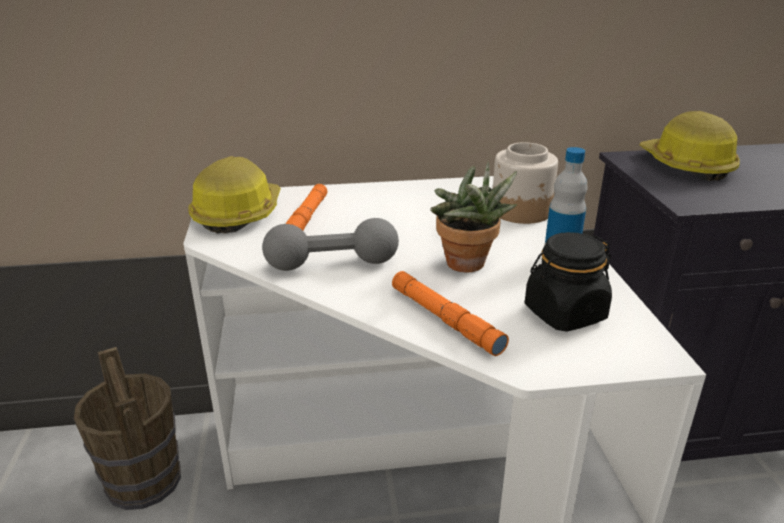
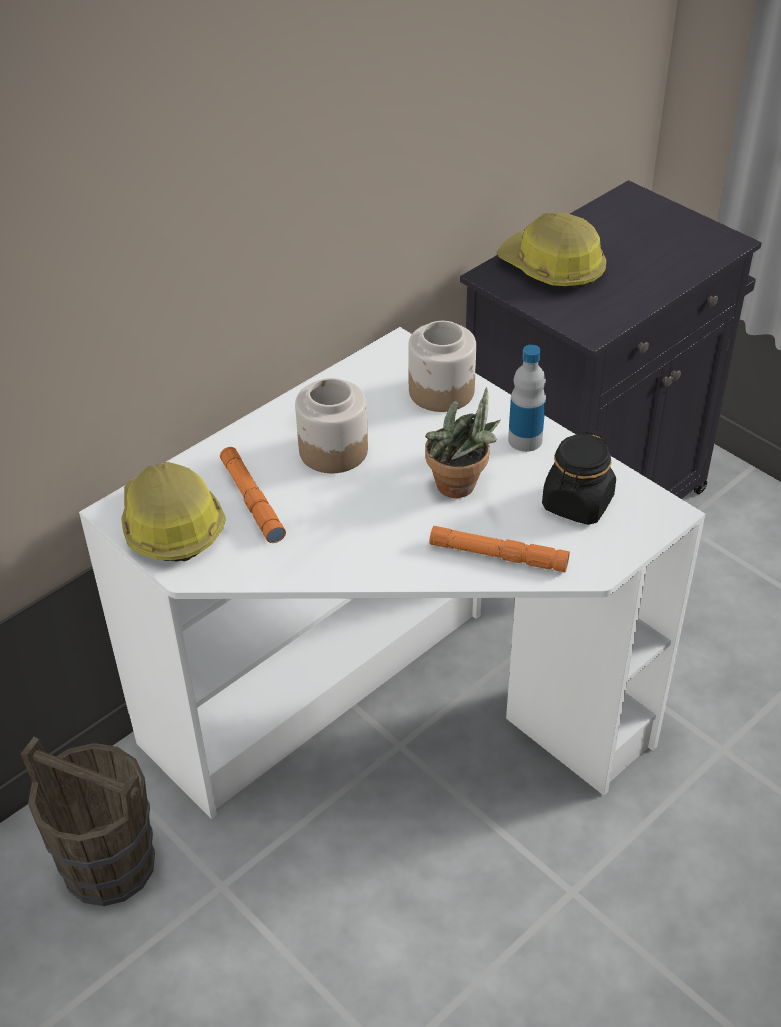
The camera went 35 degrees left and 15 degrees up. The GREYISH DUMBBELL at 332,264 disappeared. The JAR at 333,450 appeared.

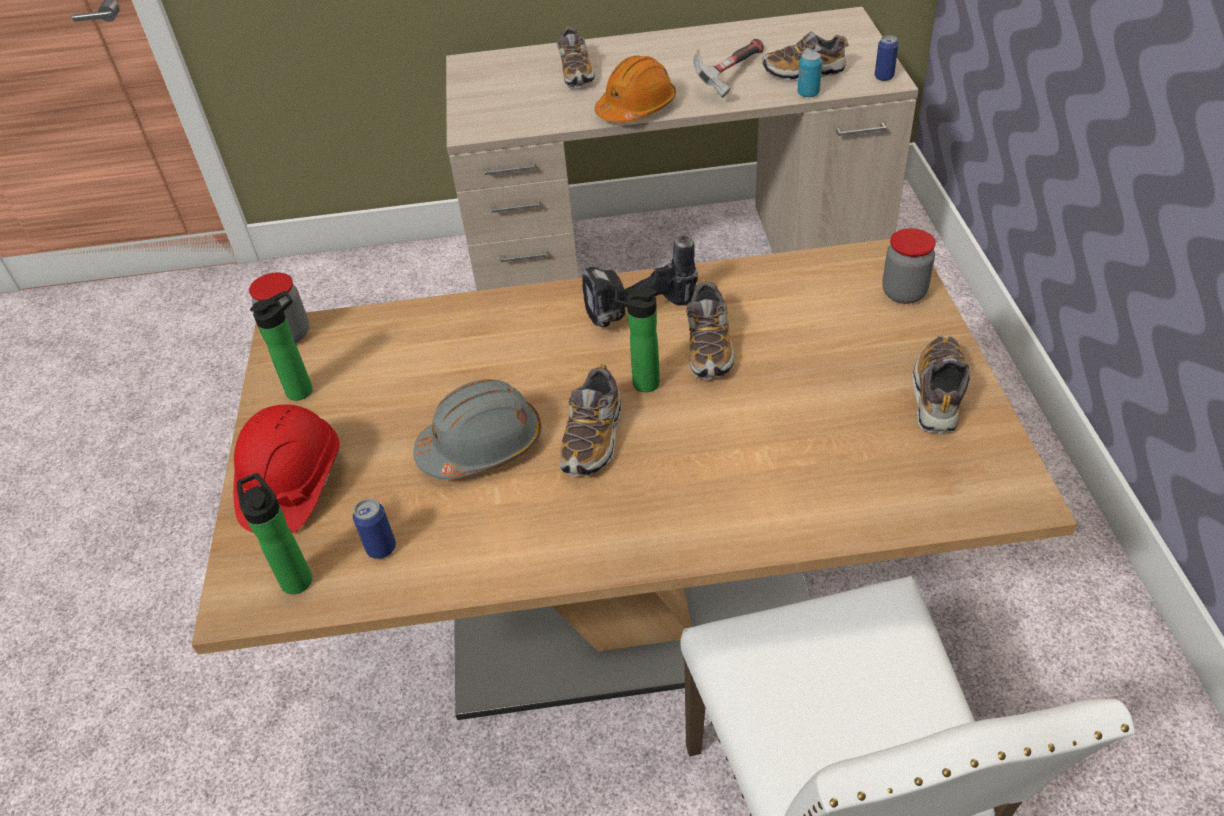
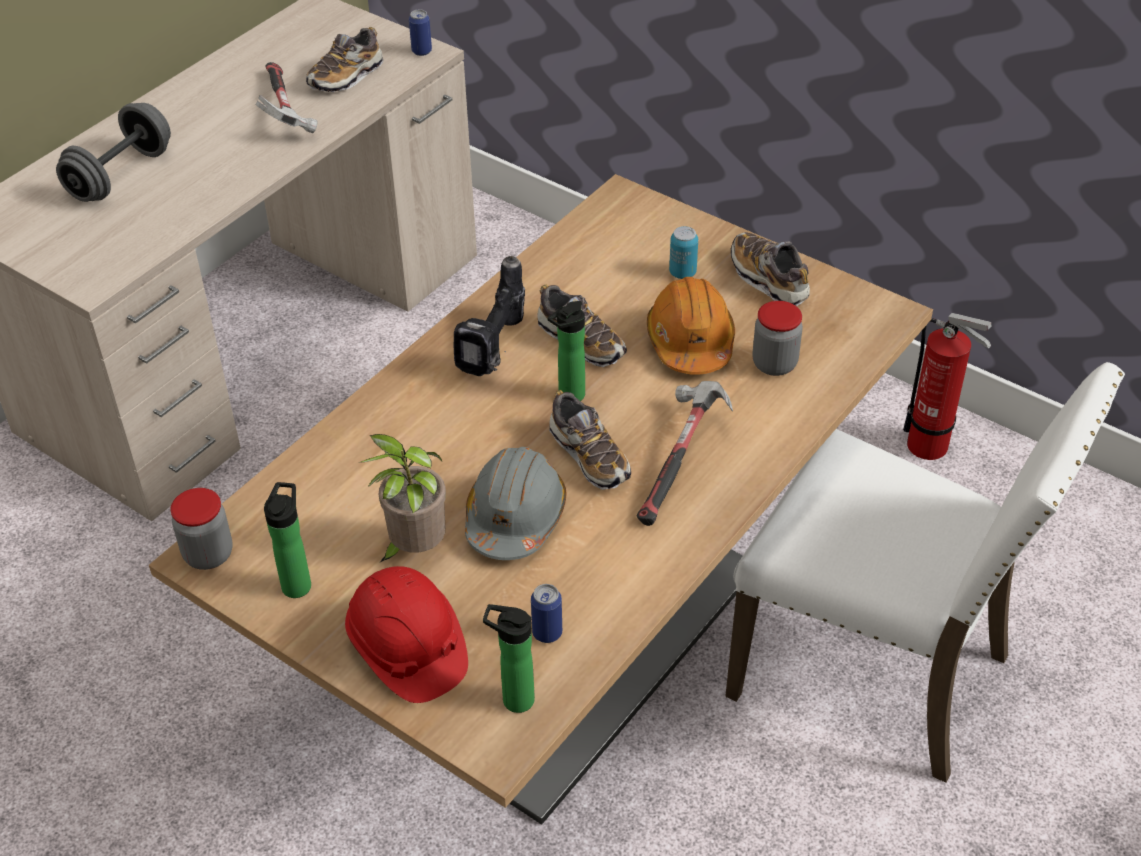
The camera went 50 degrees left and 0 degrees up. The SHOE at 576,73 was replaced by the GREYISH DUMBBELL at 120,175. The CAN moved from 808,94 to 682,273. The ORANGE HARD HAT moved from 636,108 to 690,341. The JAR moved from 904,293 to 774,364. The EXTINGUISHER at 932,447 appeared. The HAMMER at 680,461 appeared. The PLANT IN A POT at 414,549 appeared.

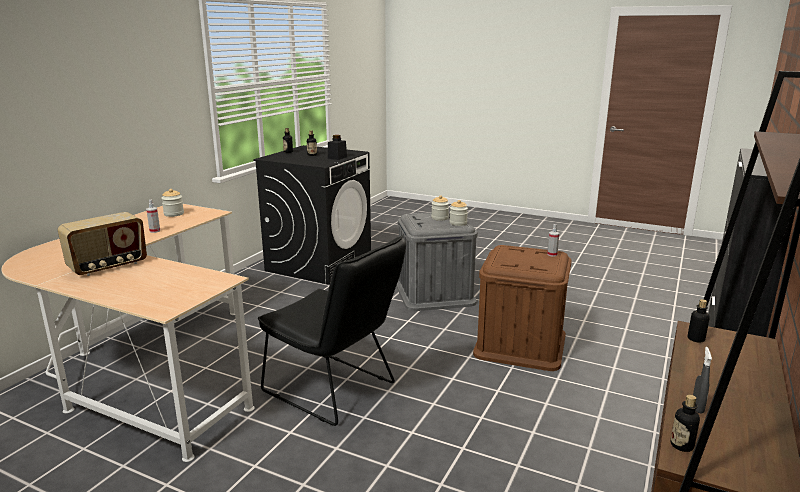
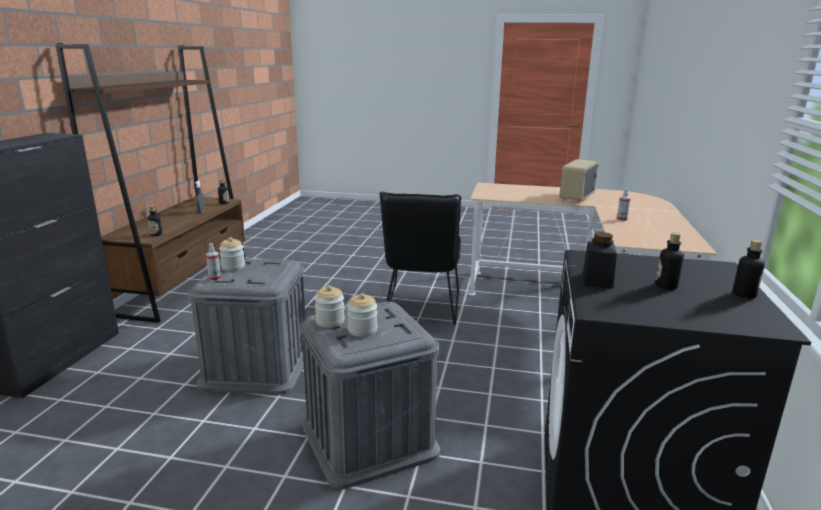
The camera went 165 degrees right and 0 degrees up. The JAR moved from 174,214 to 233,267. The BLACKISH CHAIR at 335,390 turned 105 degrees counterclockwise. The BROWN-COLOURED STORAGE BIN at 520,344 became the GREYISH STORAGE BIN at 257,366.

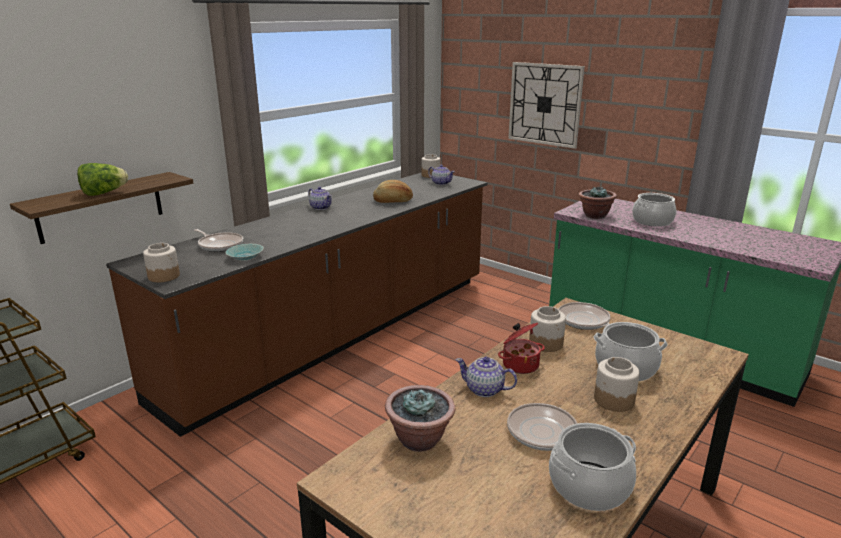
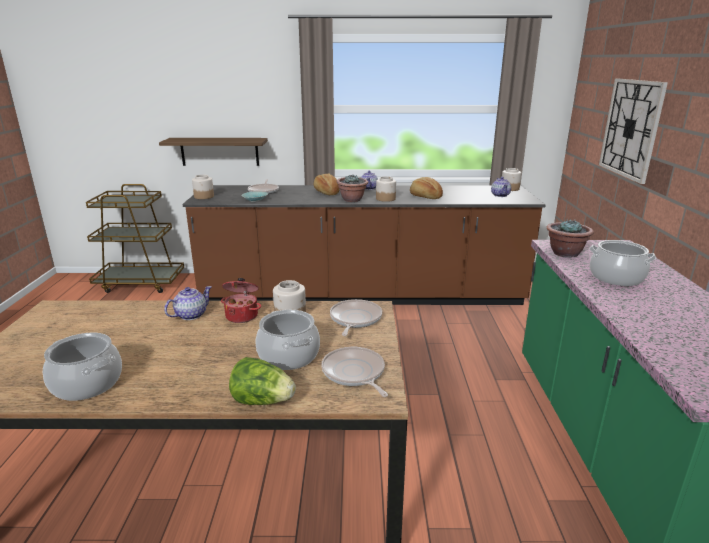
The camera went 50 degrees right and 0 degrees up. The LETTUCE moved from 104,193 to 262,401. The POT FOR TEA at 485,390 turned 60 degrees clockwise. The JAR moved from 613,400 to 385,199. The PLANT IN A POT moved from 420,439 to 352,200. The SKILLET moved from 546,433 to 354,373. The BREAD at 326,192 appeared.

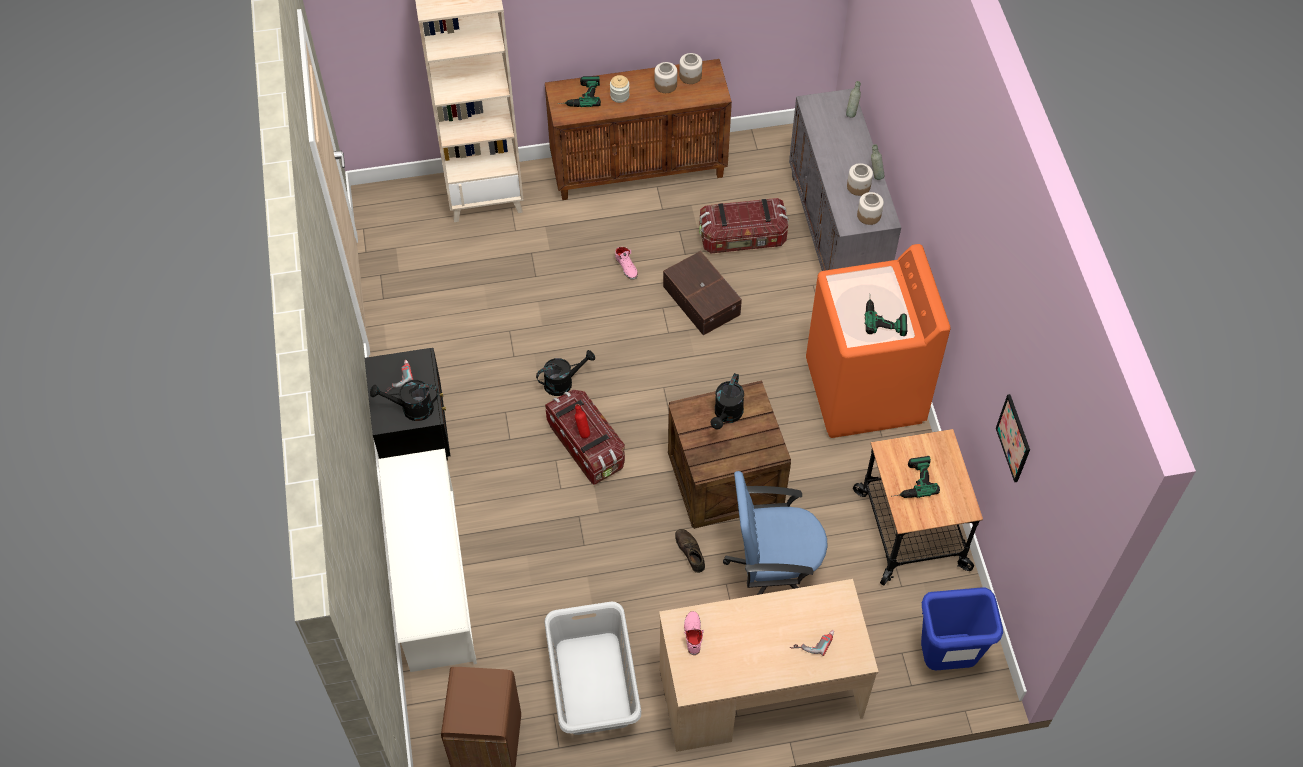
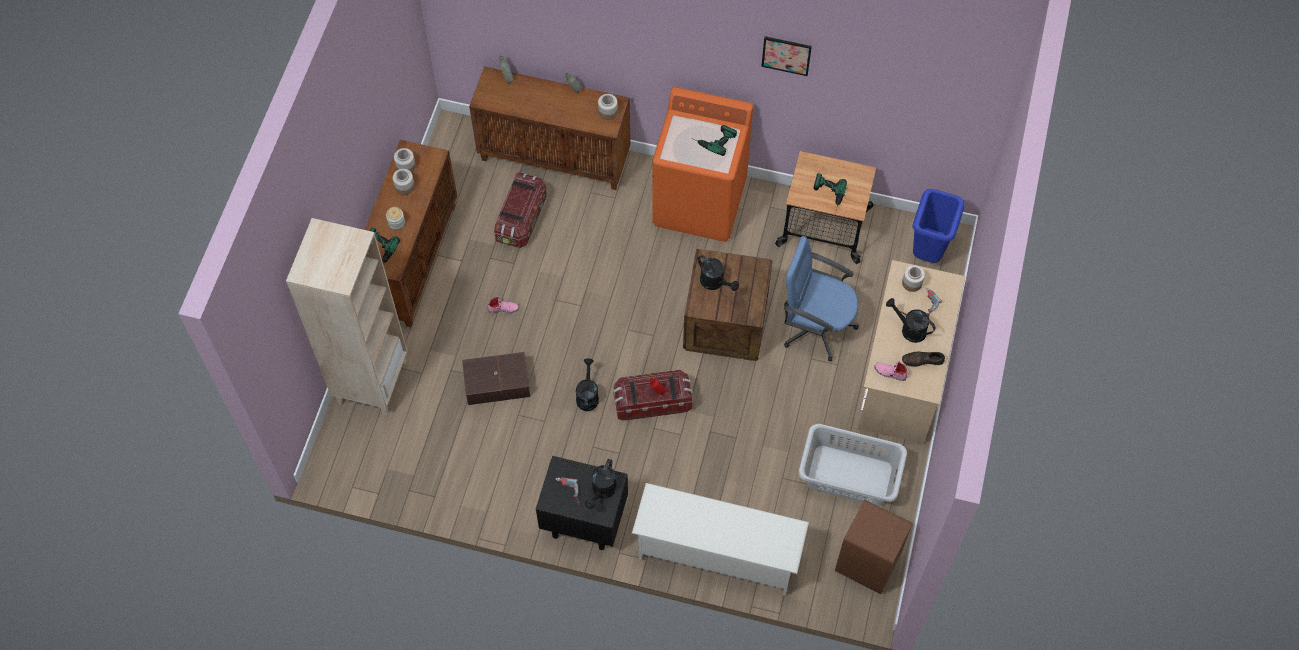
The camera went 65 degrees left and 5 degrees up. The GREYISH CUPBOARD at 836,236 became the BROWN-COLOURED CUPBOARD at 555,157. The JAR moved from 859,186 to 912,283. The BROWN-COLOURED STORAGE BIN moved from 702,299 to 496,382. The PICTURE moved from 1013,438 to 786,55. The BLUISH DESK CHAIR at 772,572 turned 90 degrees clockwise. The BROWN-COLOURED SHOE moved from 690,552 to 922,360. The BLACKISH WATERING POT at 909,329 appeared.

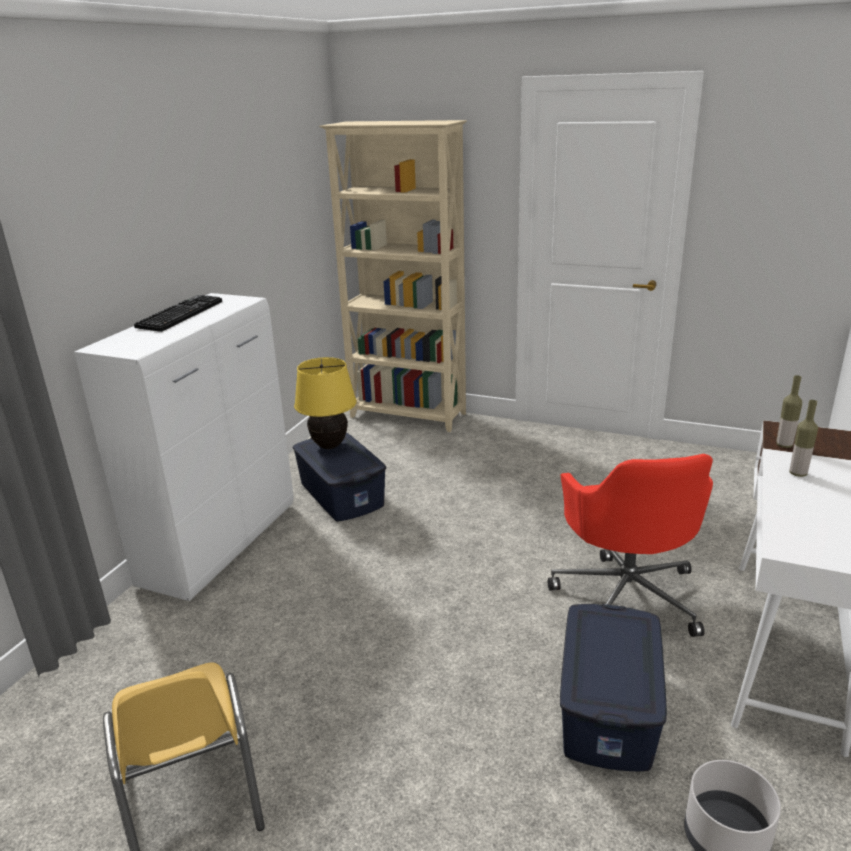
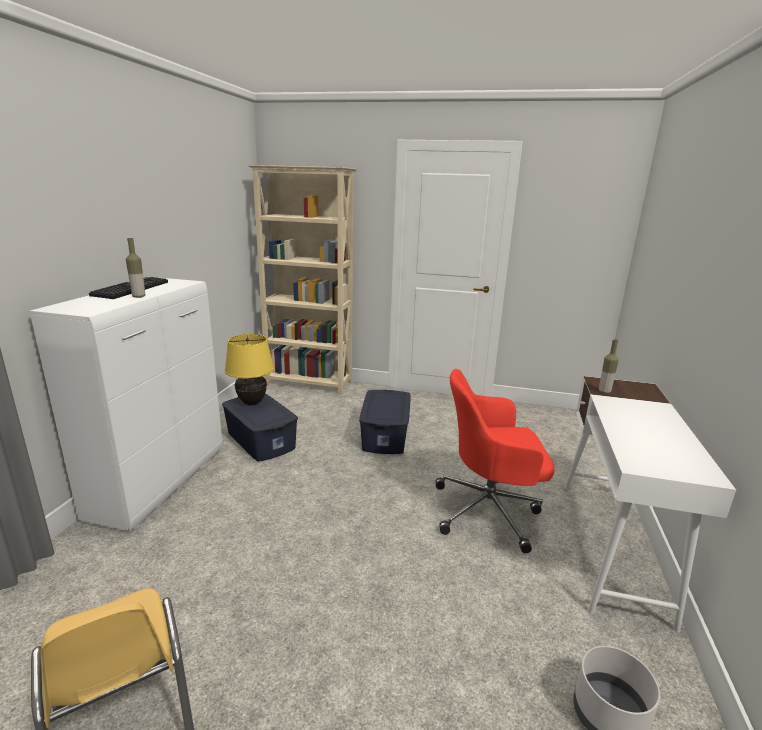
The camera went 10 degrees left and 5 degrees down. The BEVERAGE BOTTLE moved from 798,473 to 139,296. The RED DESK CHAIR at 627,595 turned 105 degrees clockwise. The BLUISH STORAGE BIN moved from 609,708 to 385,435.

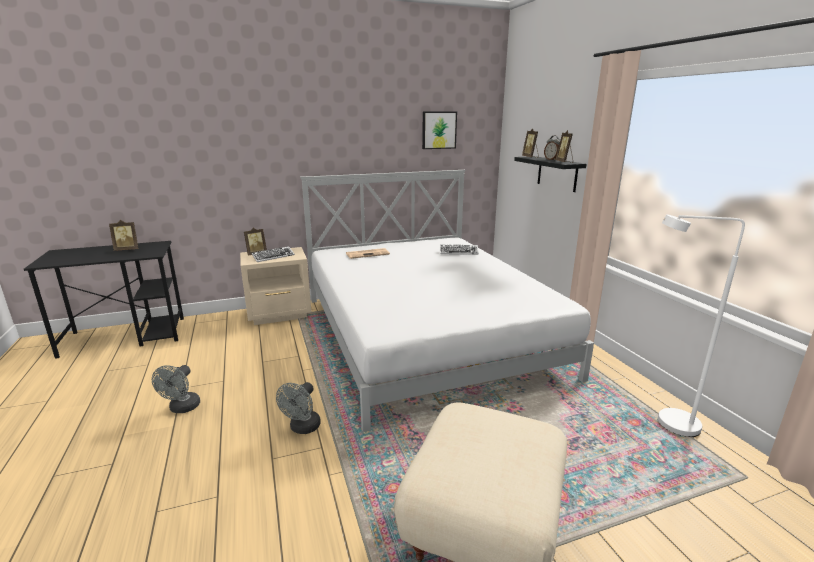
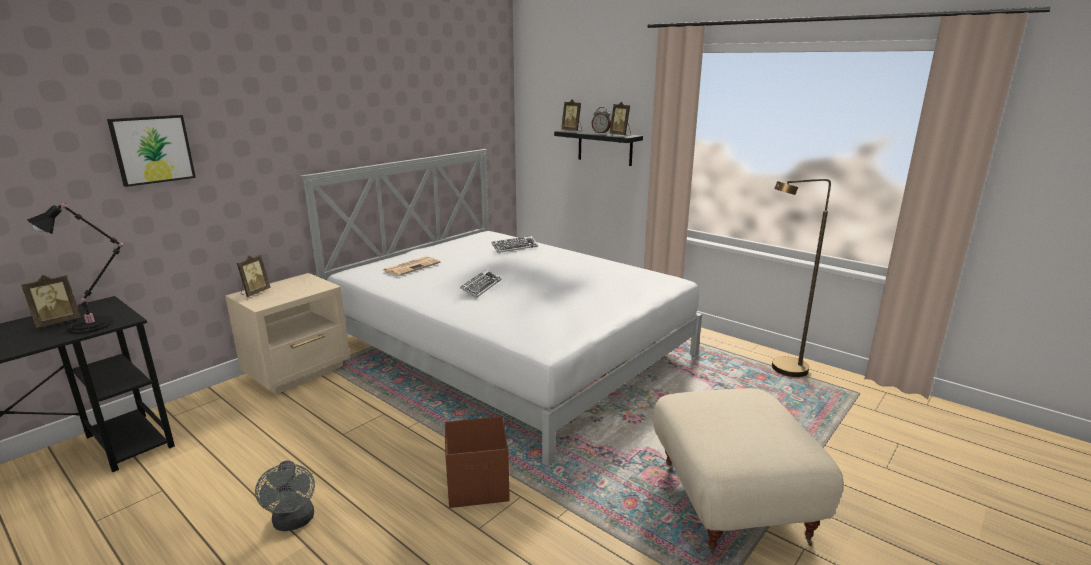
The camera went 30 degrees left and 0 degrees up. The PICTURE moved from 438,130 to 152,149. The WHITISH STANDING LAMP at 667,424 became the BROWN-COLOURED STANDING LAMP at 782,371. The PC KEYBOARD moved from 273,256 to 481,287. The GREYISH ELECTRIC FAN at 302,428 was replaced by the BROWN-COLOURED STORAGE BIN at 479,486. The BLACKISH TABLE LAMP at 95,324 appeared.

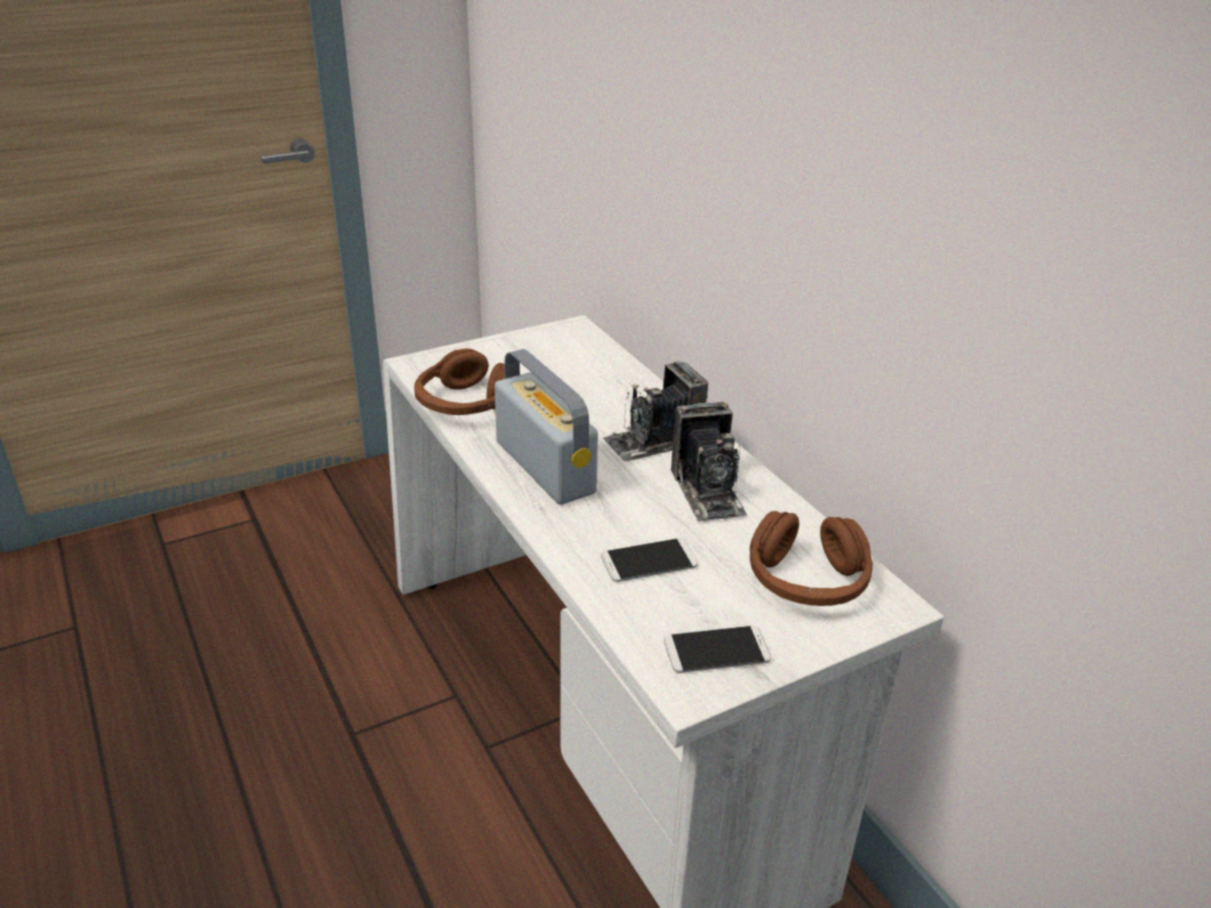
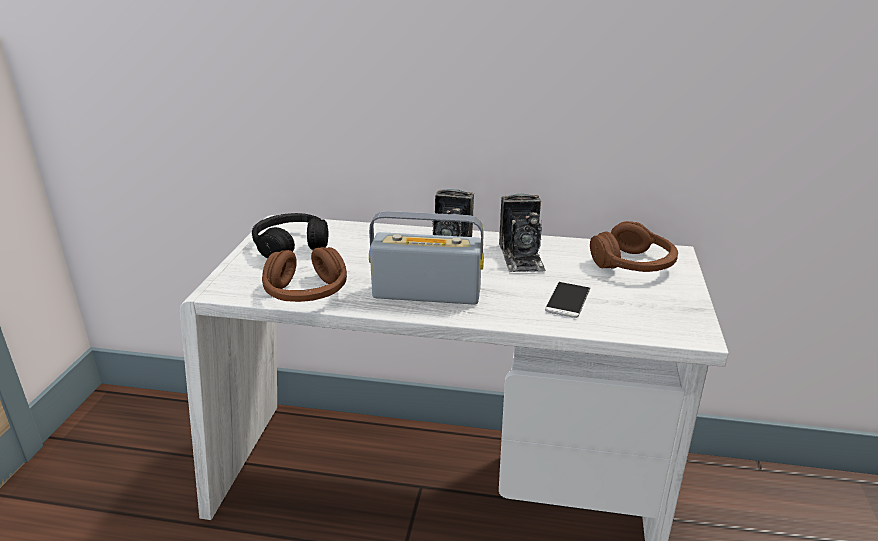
The camera went 50 degrees left and 5 degrees down. The STILL CAMERA at 708,492 turned 60 degrees clockwise. The TELEPHONE at 716,650 disappeared. The BLACKISH HEADSET at 291,245 appeared.

